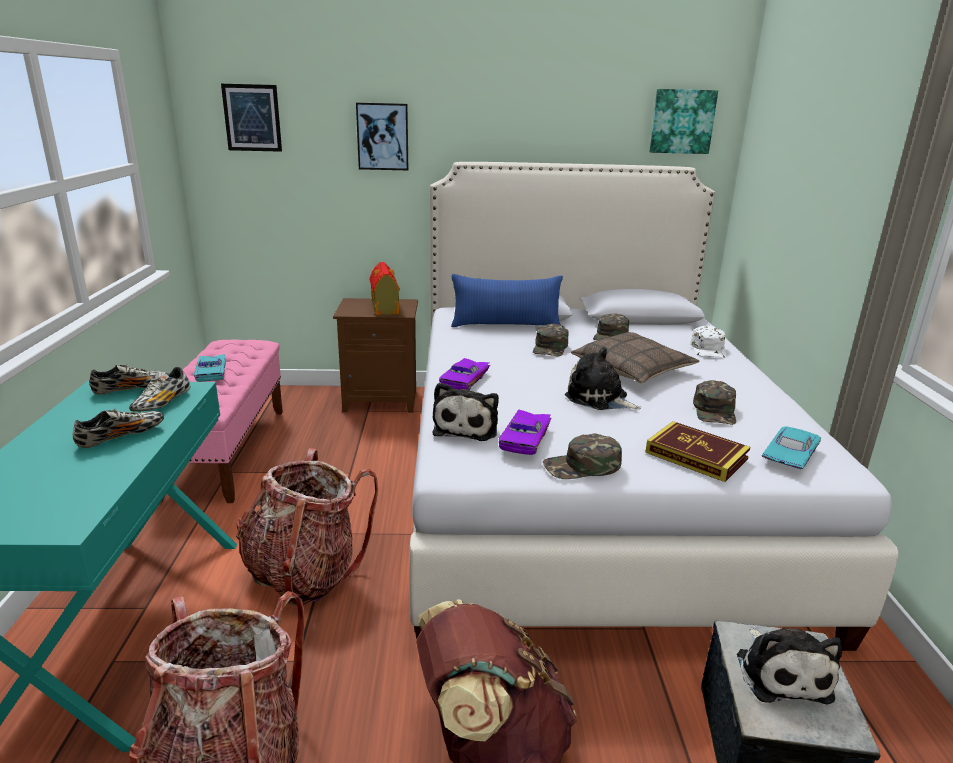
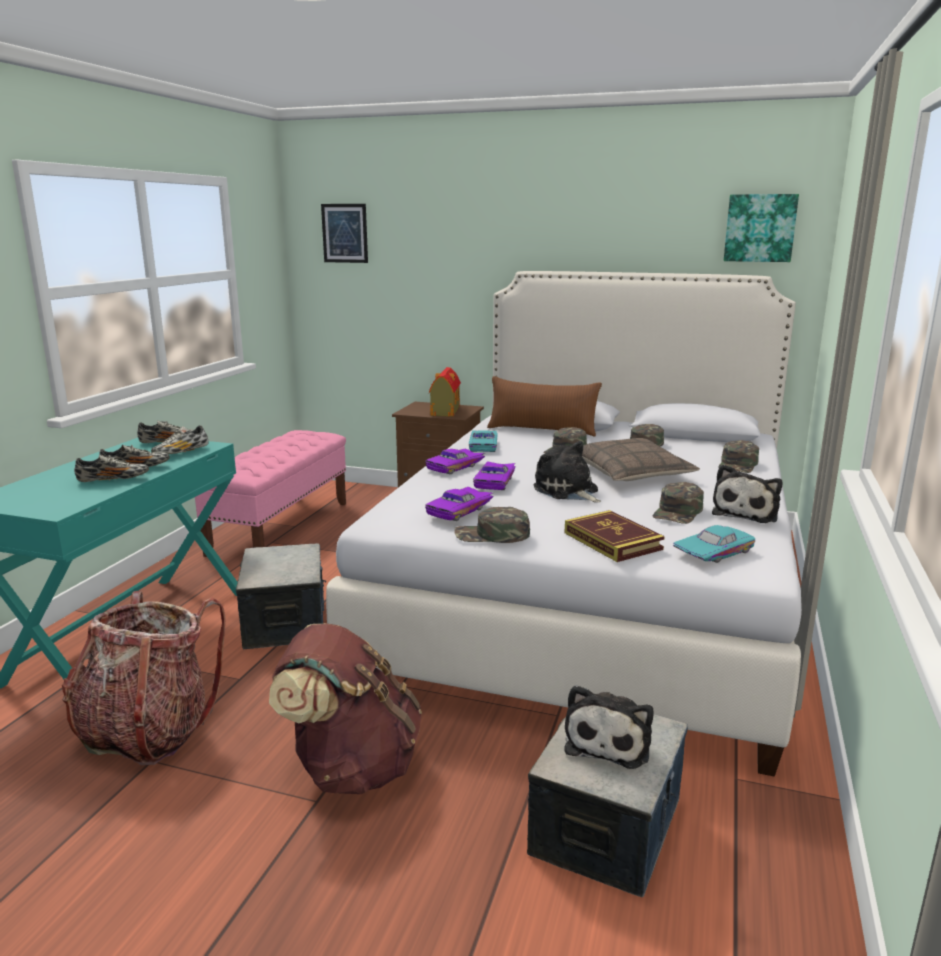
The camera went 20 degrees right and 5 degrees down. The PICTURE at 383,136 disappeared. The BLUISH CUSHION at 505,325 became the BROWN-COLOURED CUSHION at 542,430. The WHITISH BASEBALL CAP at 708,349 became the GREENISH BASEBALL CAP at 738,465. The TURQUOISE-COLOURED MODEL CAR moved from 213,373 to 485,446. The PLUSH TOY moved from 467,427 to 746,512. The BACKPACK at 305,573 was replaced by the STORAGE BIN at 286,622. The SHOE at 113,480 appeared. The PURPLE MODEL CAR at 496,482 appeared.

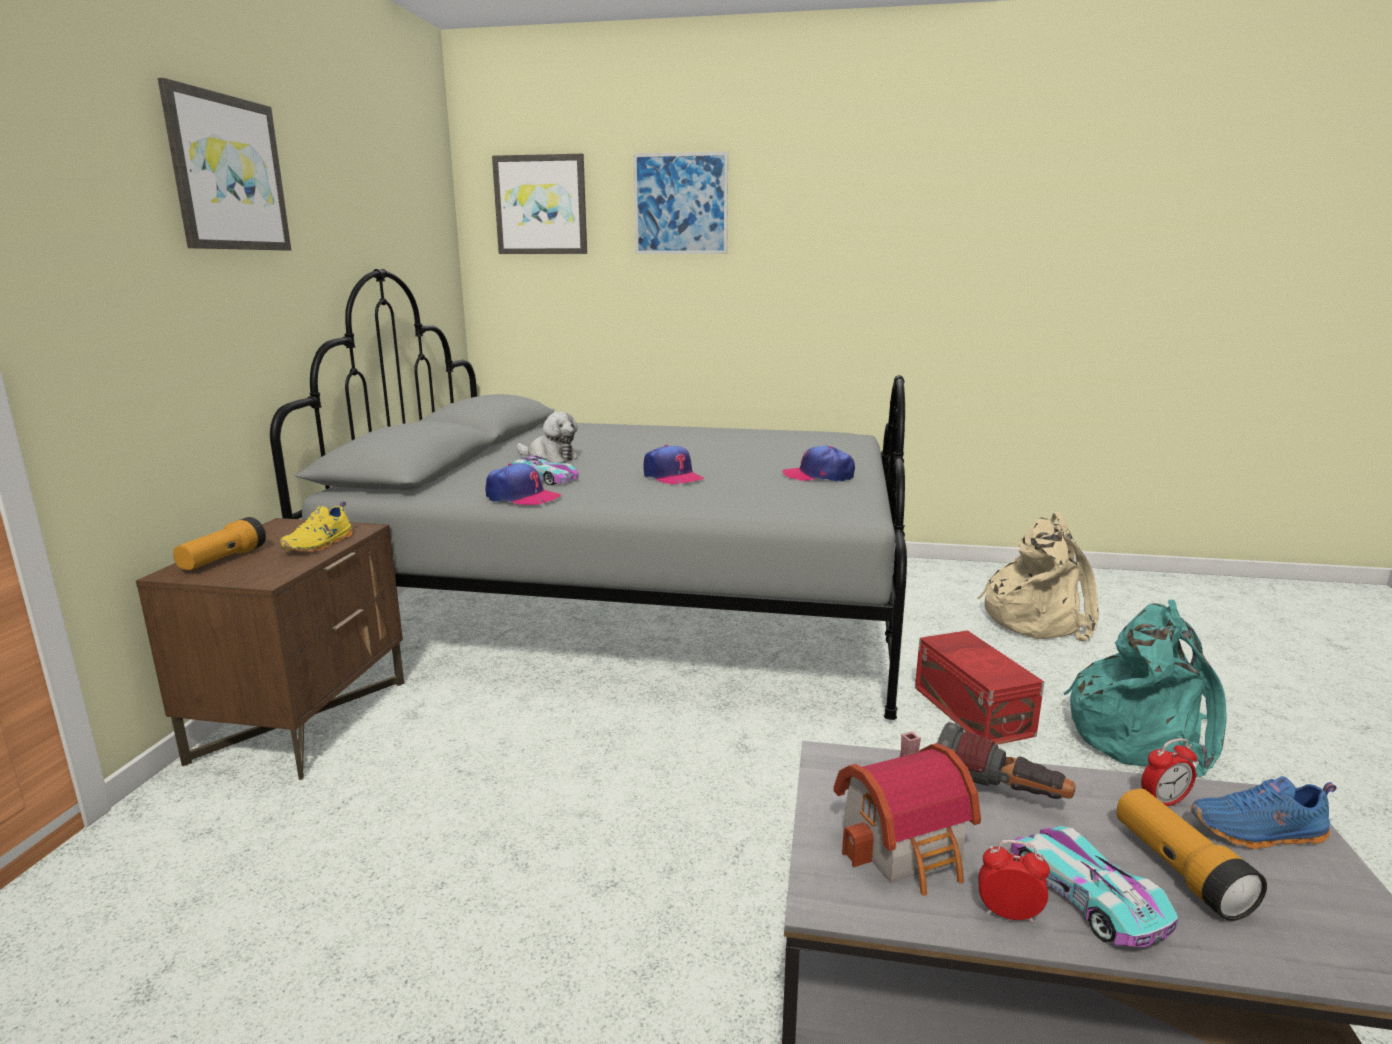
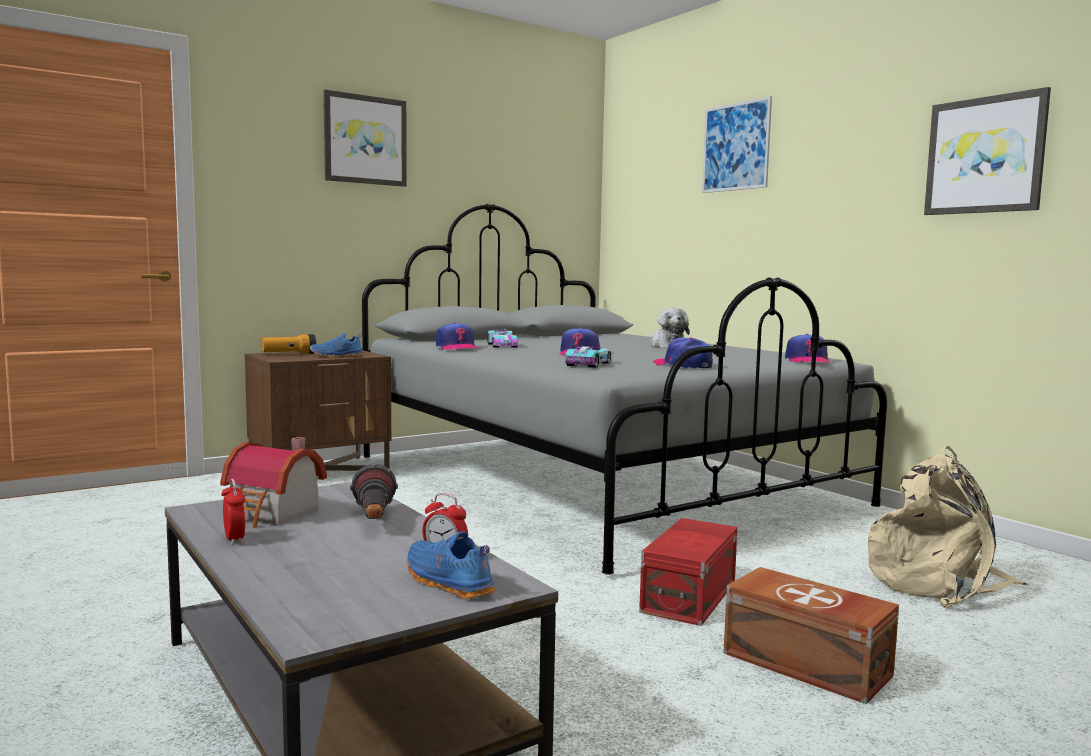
The camera went 45 degrees right and 10 degrees down. The PICTURE moved from 541,205 to 985,155. The PLUSH TOY moved from 549,458 to 667,346. The YELLOW-COLOURED SHOE at 320,545 became the BLUISH SHOE at 337,356. The TURQUOISE-COLOURED BACKPACK at 1142,736 was replaced by the BROWN-COLOURED STORAGE BIN at 807,665. The HAND TORCH at 1179,870 disappeared. The MODEL CAR moved from 1085,894 to 589,364. The BASEBALL CAP at 807,361 appeared.

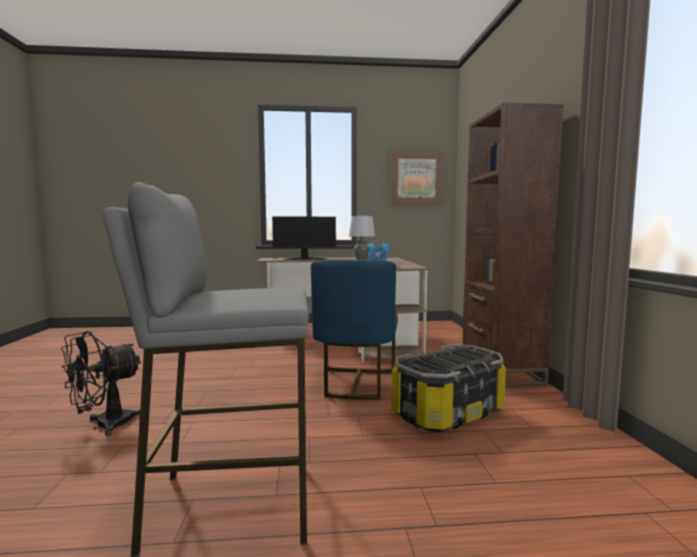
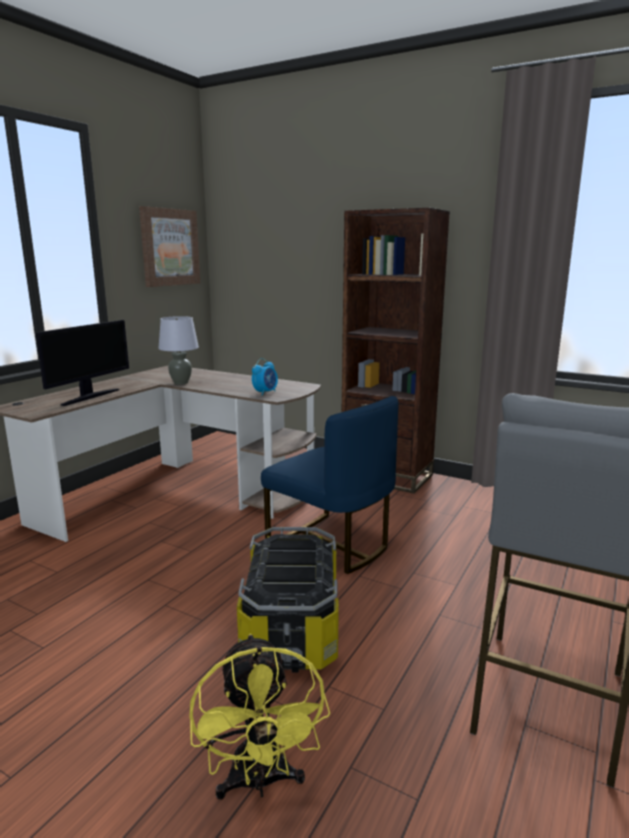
The camera went 55 degrees left and 10 degrees up. The BLACKISH ELECTRIC FAN at 104,426 became the YELLOW-COLOURED ELECTRIC FAN at 260,782. The STORAGE BIN moved from 448,413 to 292,628.

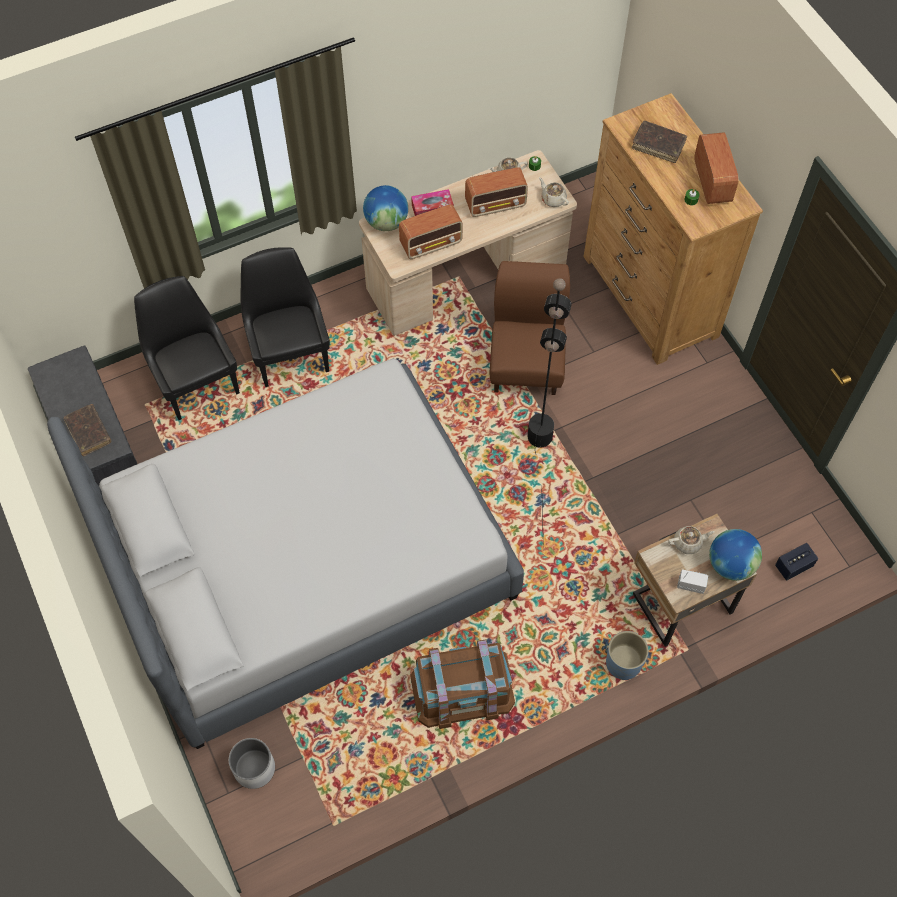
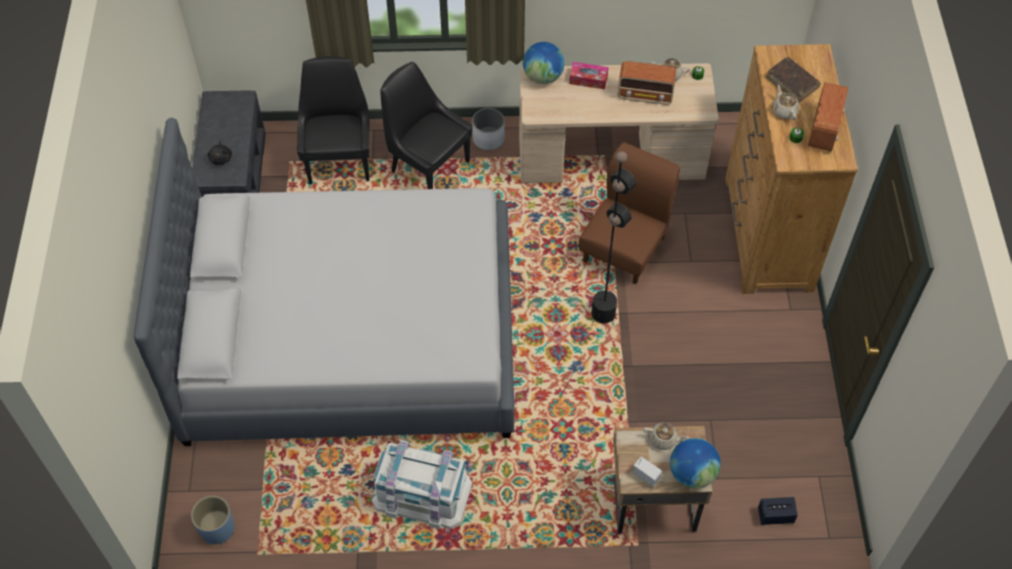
The camera went 25 degrees right and 5 degrees down. The BEIGE-COLOURED POT FOR TEA moved from 553,199 to 784,110. The RADIO SET at 431,244 disappeared. The BLACKISH CHAIR at 290,353 turned 60 degrees counterclockwise. The BROWN-COLOURED BOUND BOOK at 89,432 was replaced by the BLACKISH PLUSH TOY at 221,158. The BLUISH PLANTER moved from 623,663 to 217,529. The BROWN-COLOURED STORAGE BIN at 462,691 became the WHITISH STORAGE BIN at 422,494. The WHITISH PLANTER moved from 254,769 to 488,139.

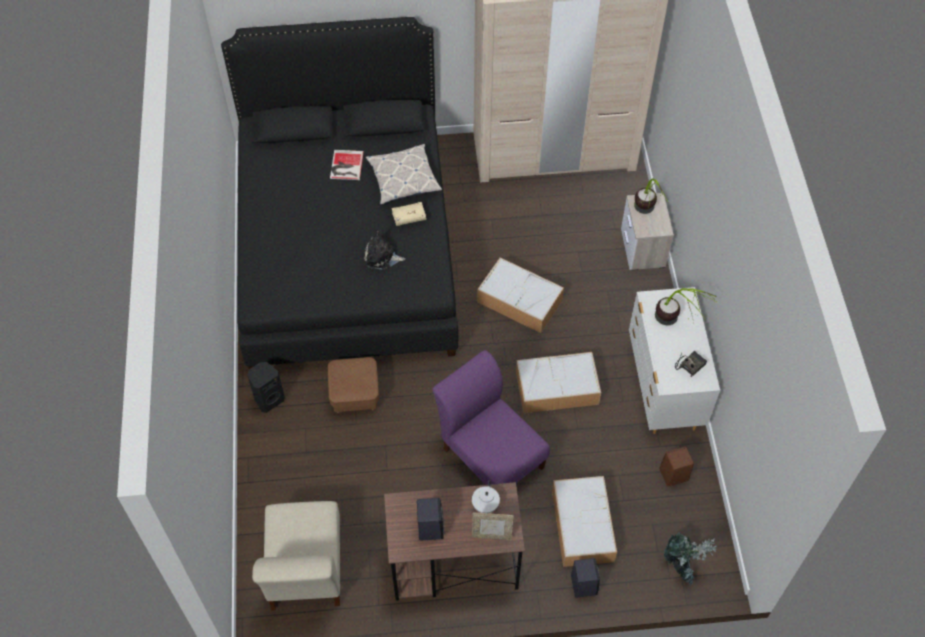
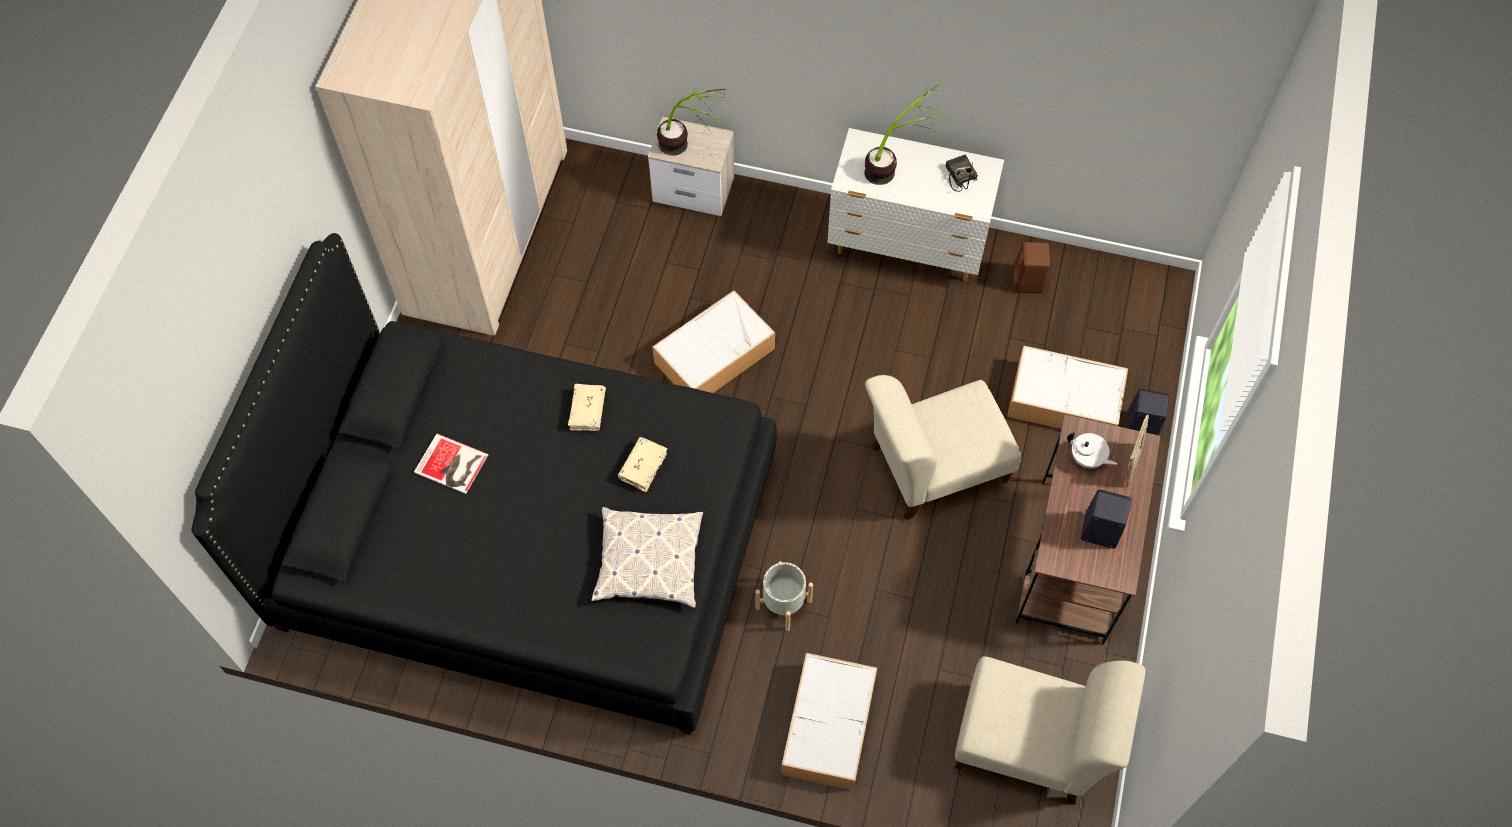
The camera went 70 degrees left and 5 degrees up. The CUSHION moved from 403,179 to 648,561. The PLUSH TOY at 381,257 was replaced by the BEIGE-COLOURED BOUND BOOK at 643,467. The PURPLE CHAIR at 491,454 became the BEIGE-COLOURED CHAIR at 933,467. The STORAGE BIN moved from 555,388 to 828,728. The BROWN-COLOURED FOOTREST at 355,395 was replaced by the GREYISH PLANTER at 783,604. The BLACKISH LOUDSPEAKER at 268,399 disappeared. The PLANT IN A POT at 682,565 disappeared.

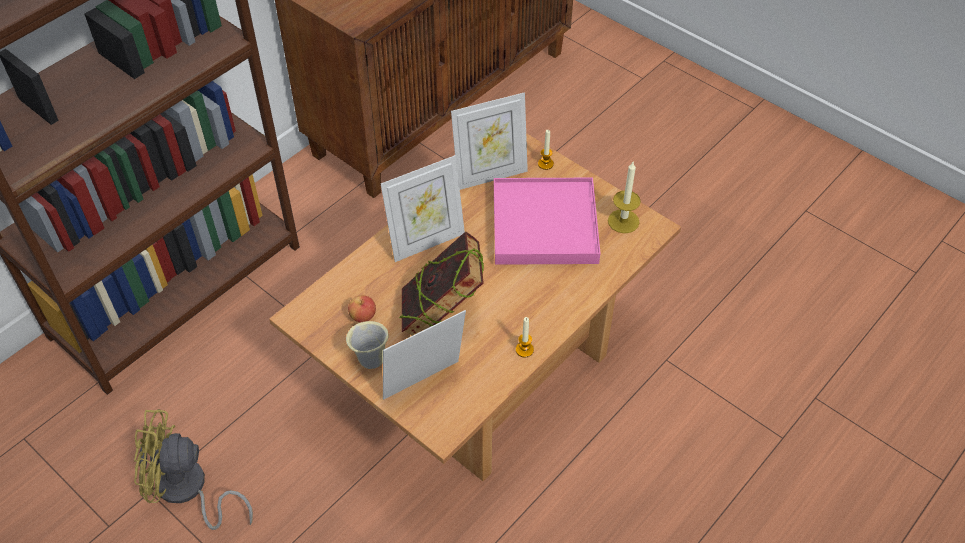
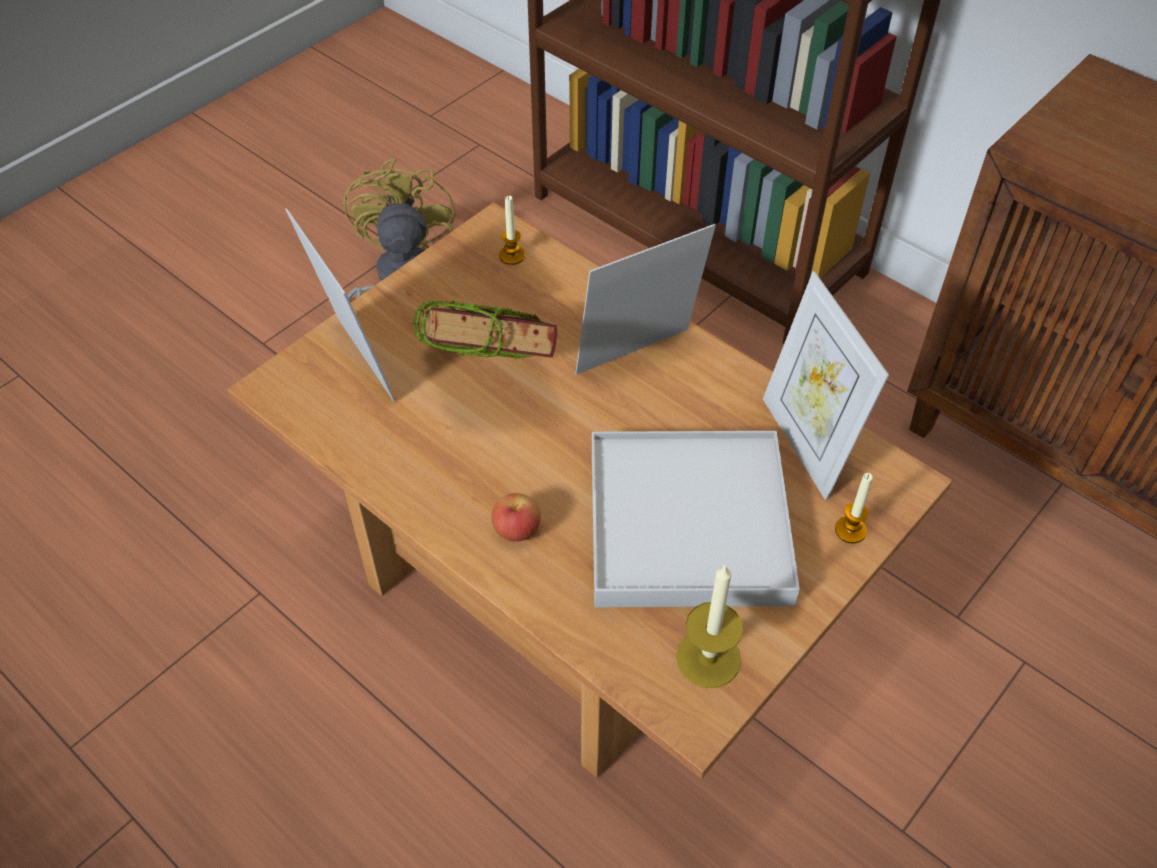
The camera went 90 degrees right and 0 degrees up. The STANDING FRAME at 426,242 turned 90 degrees clockwise. The PINKISH SERVING TRAY at 545,225 became the WHITISH SERVING TRAY at 688,524. The APPLE FRUIT moved from 363,316 to 517,529. The WAX CANDLE moved from 524,350 to 512,256. The BEIGE-COLOURED TEA MUG at 370,359 disappeared.

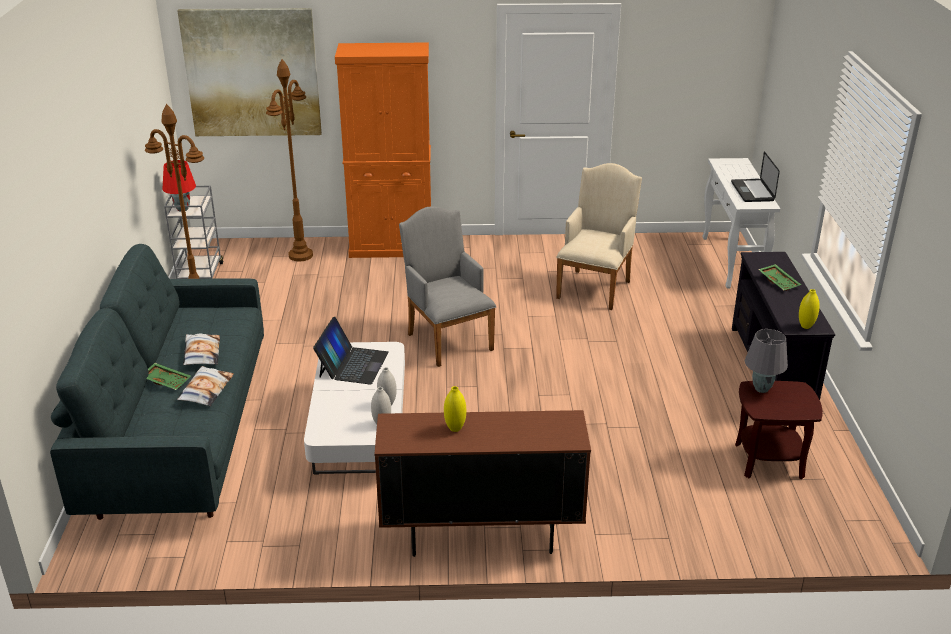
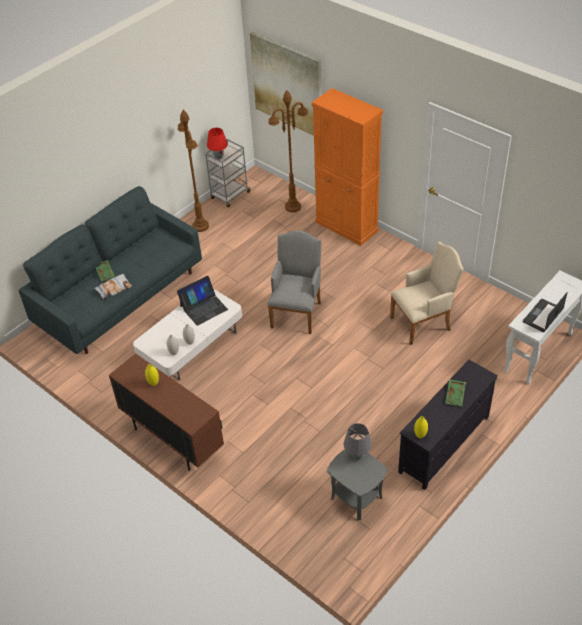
The camera went 45 degrees right and 15 degrees up. The CUSHION at 201,354 disappeared. The BROWN-COLOURED SIDE TABLE at 769,461 became the GREYISH SIDE TABLE at 356,498.

